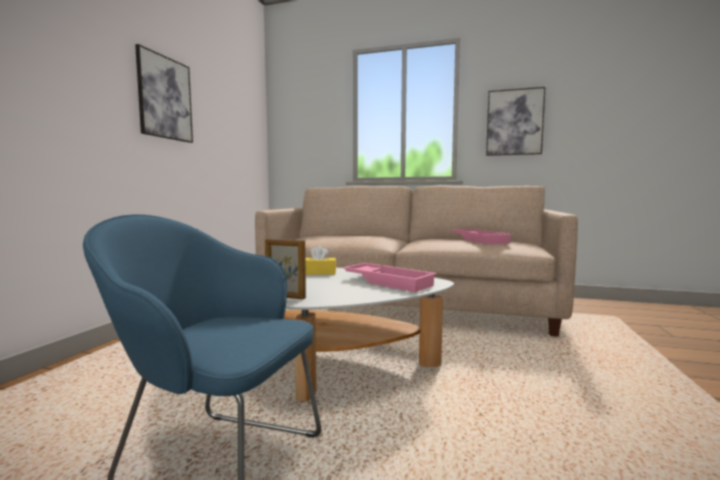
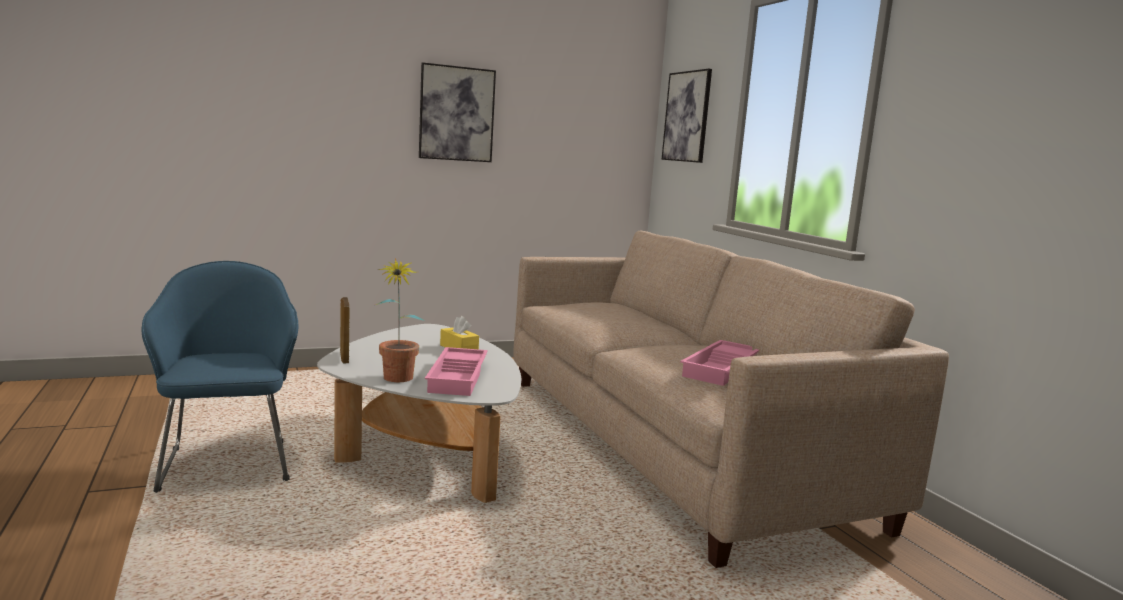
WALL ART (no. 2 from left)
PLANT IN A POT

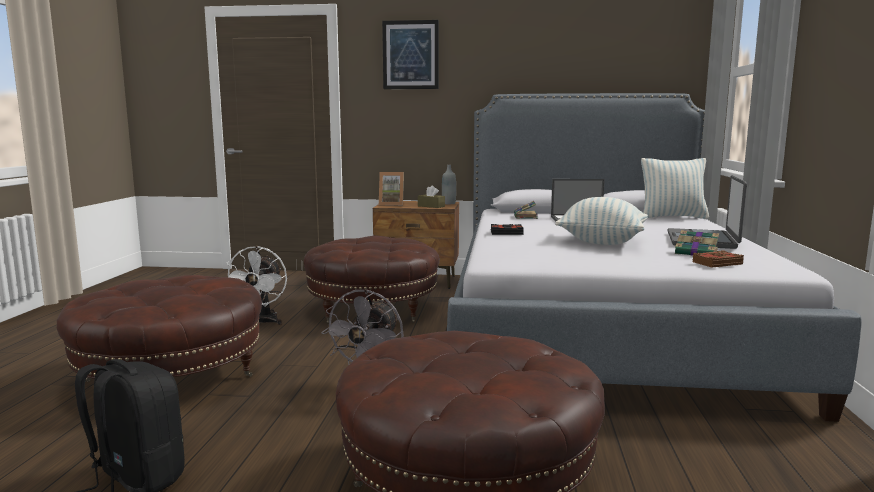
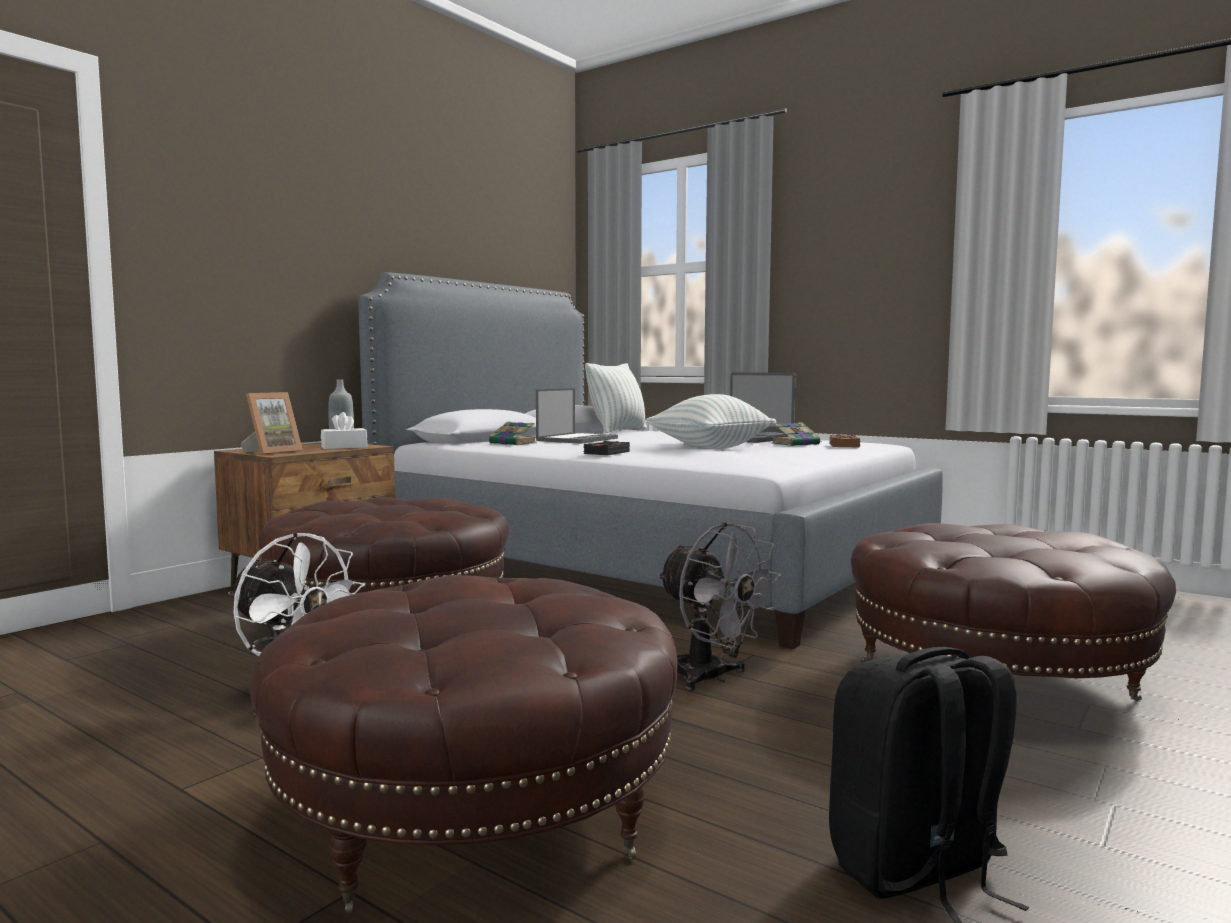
WALL ART
WHITE-COLOURED BOX OF TISSUES

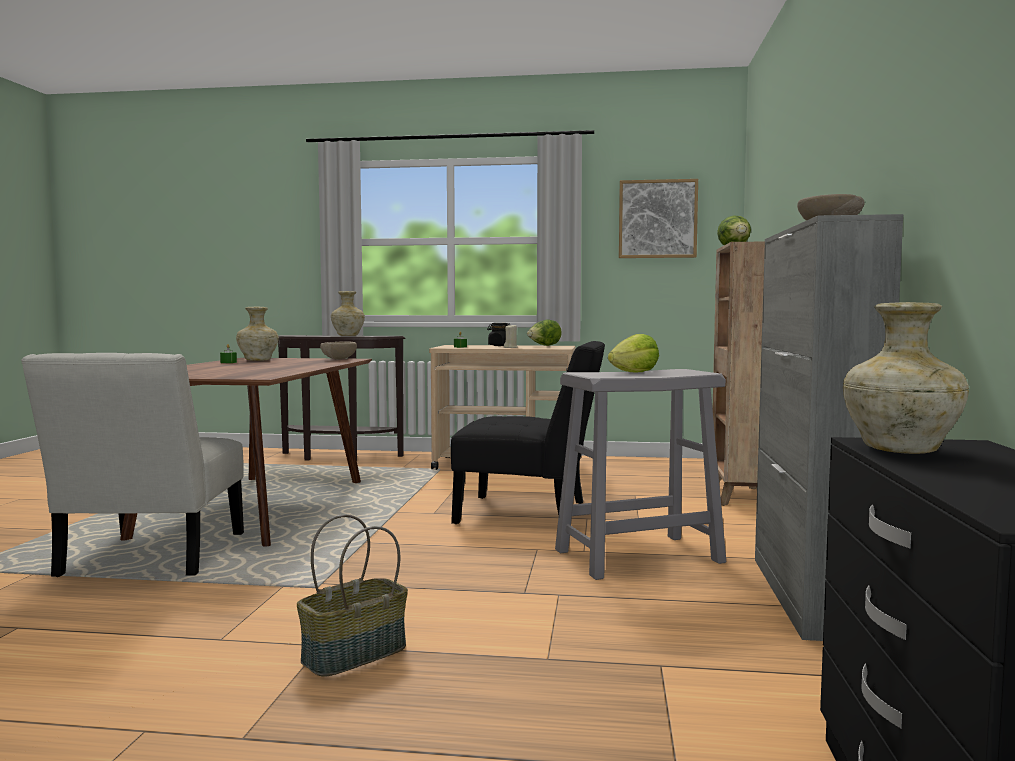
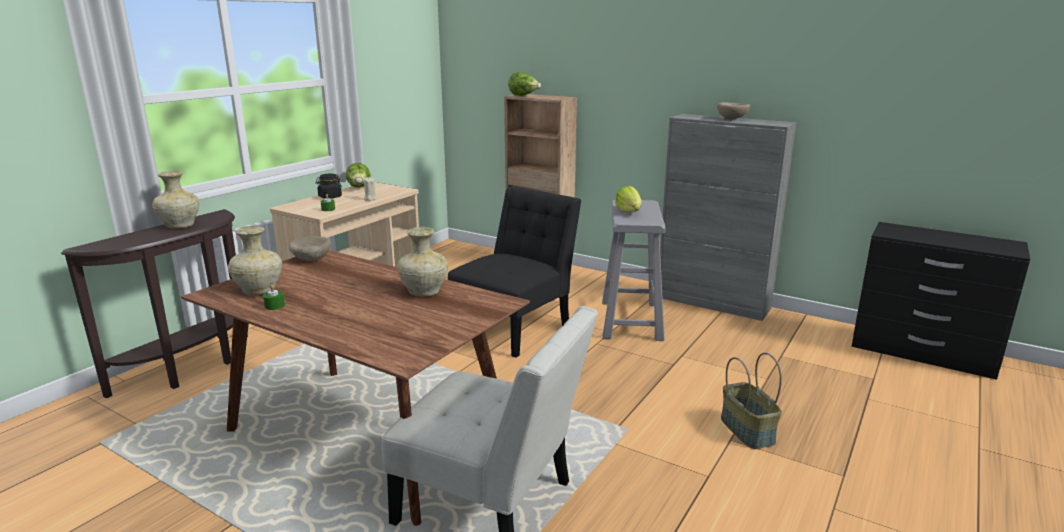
WALL ART
BEIGE-COLOURED DECORATIVE VASE (no. 3 from left)

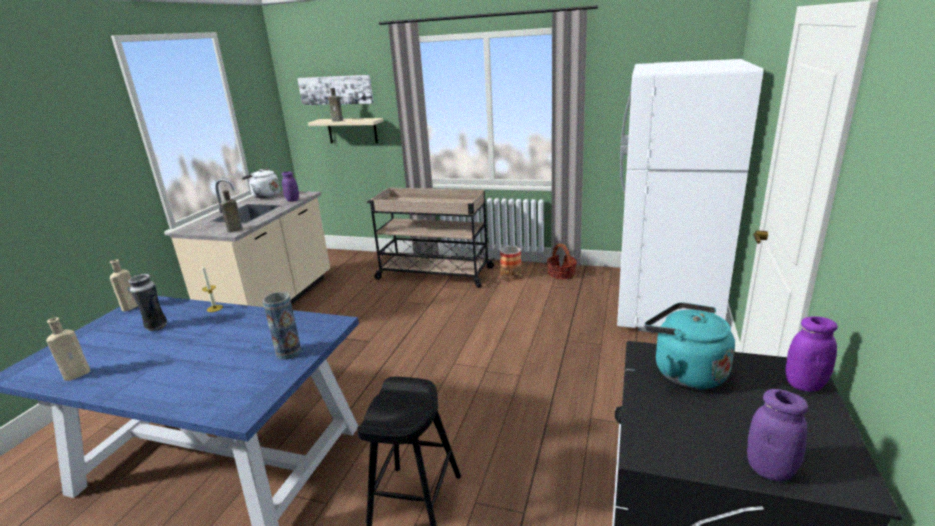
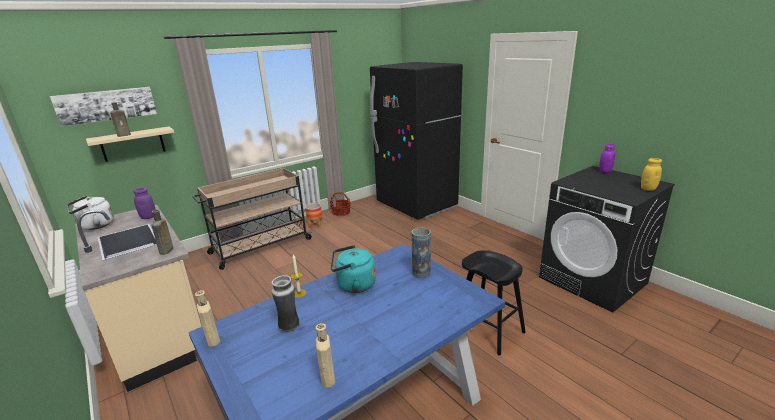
BLACKISH FRIDGE
TURQUOISE-COLOURED KETTLE
YELLOW JAR

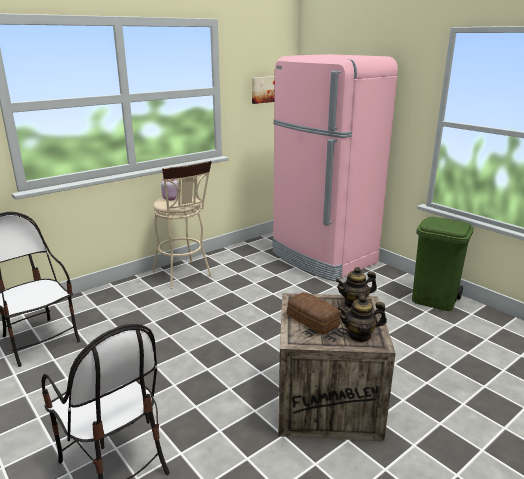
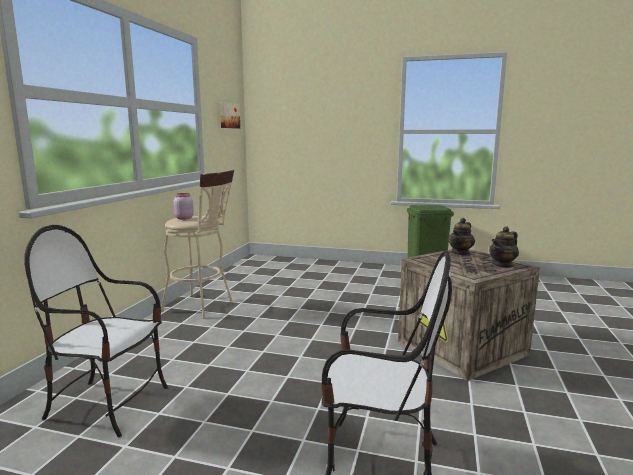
PINK FRIDGE
BREAD

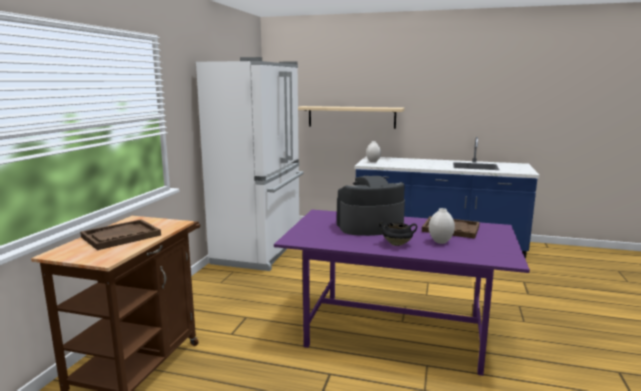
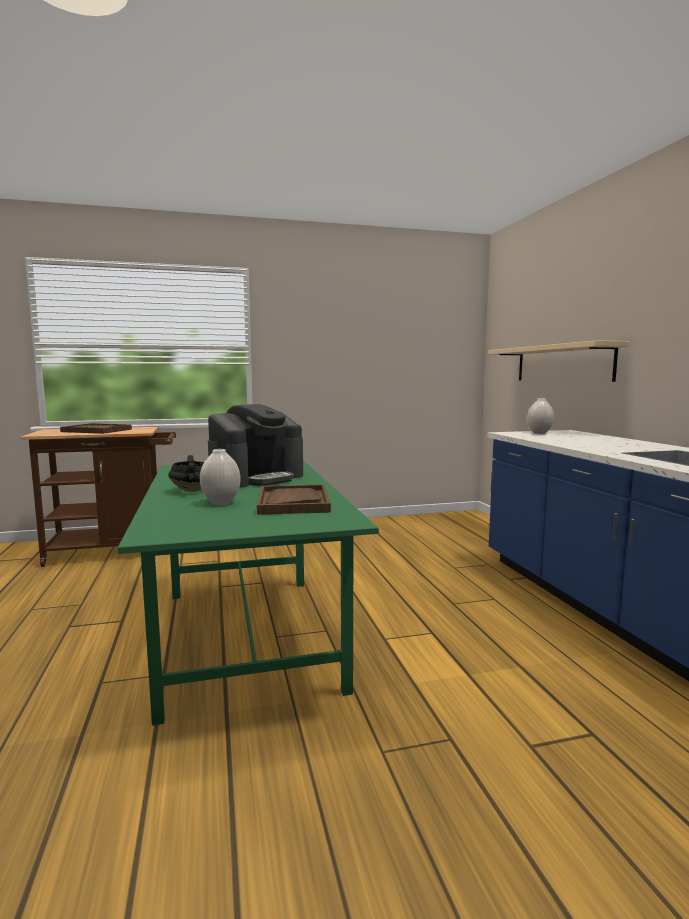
WHITE-COLOURED FRIDGE
COFFEE BREWER
GREEN-COLOURED KITCHEN TABLE

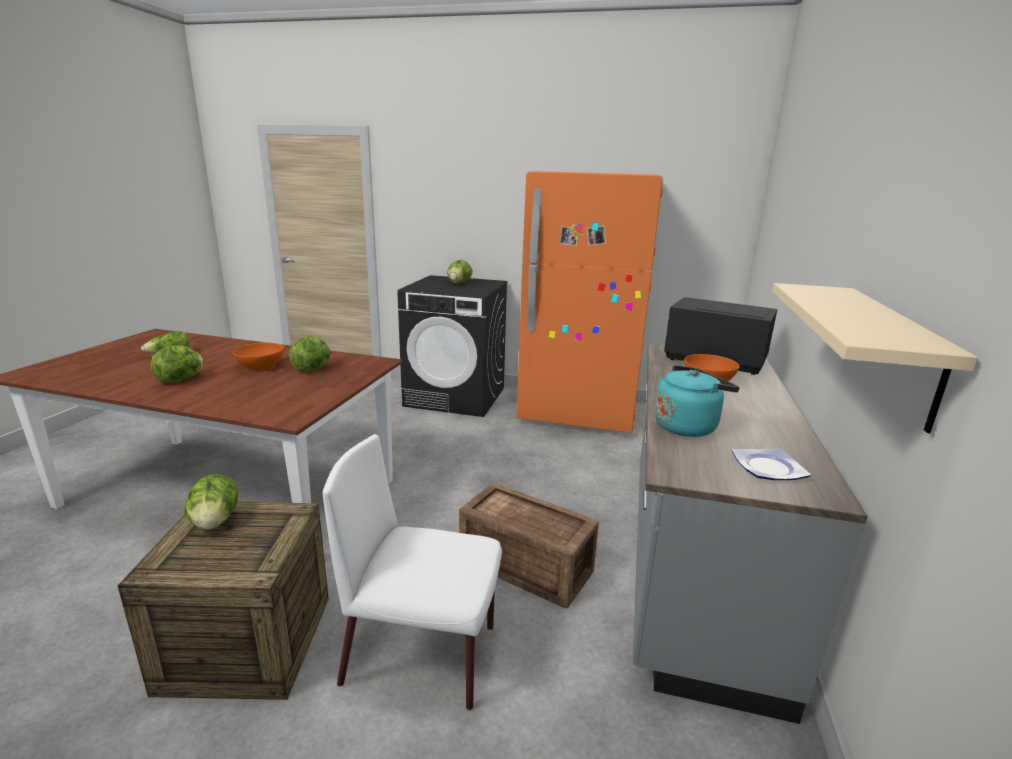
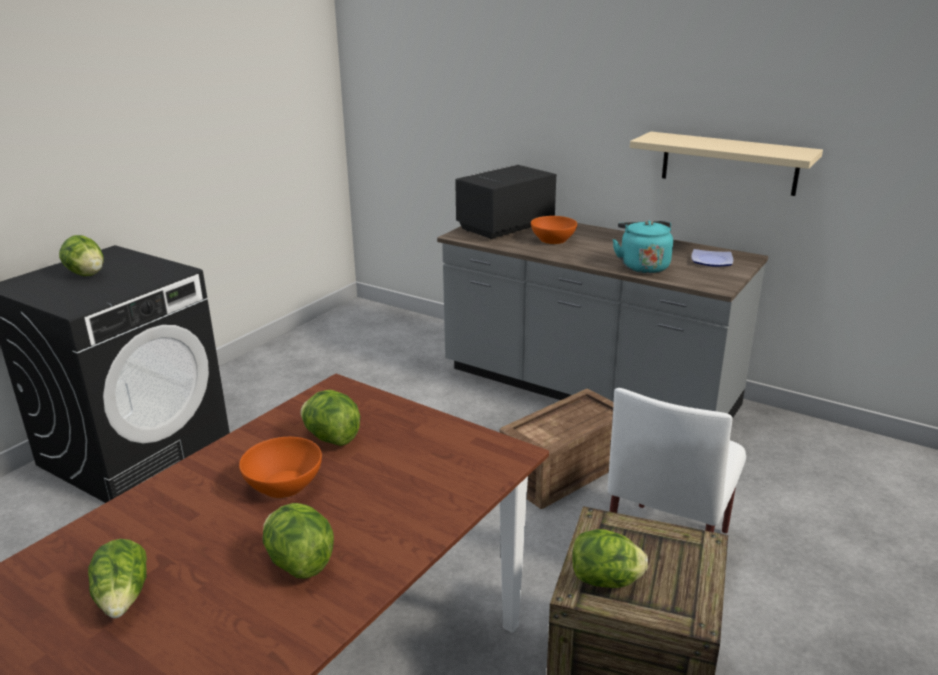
ORANGEY FRIDGE

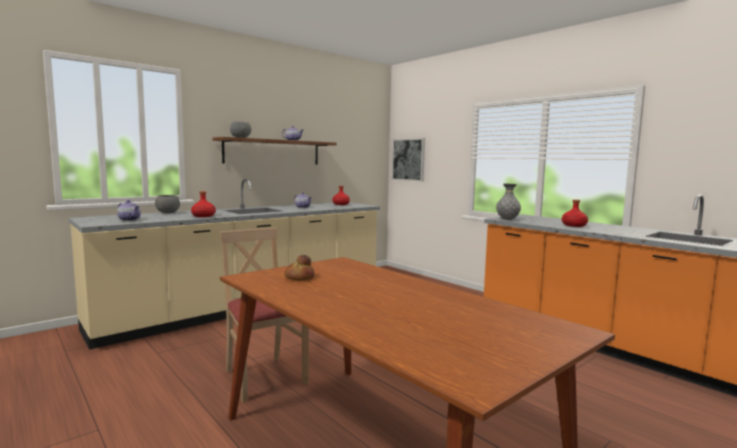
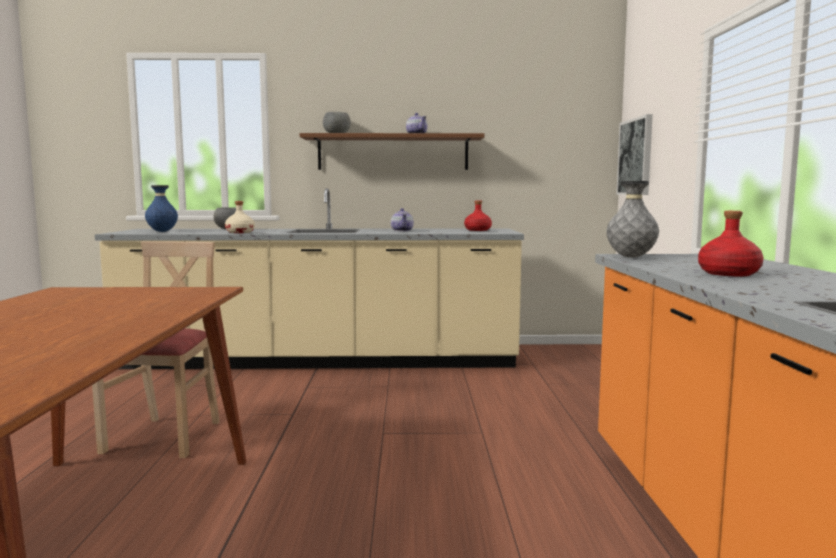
BEIGE-COLOURED DRINK BOTTLE
BLUE-COLOURED DECORATIVE VASE
BREAD

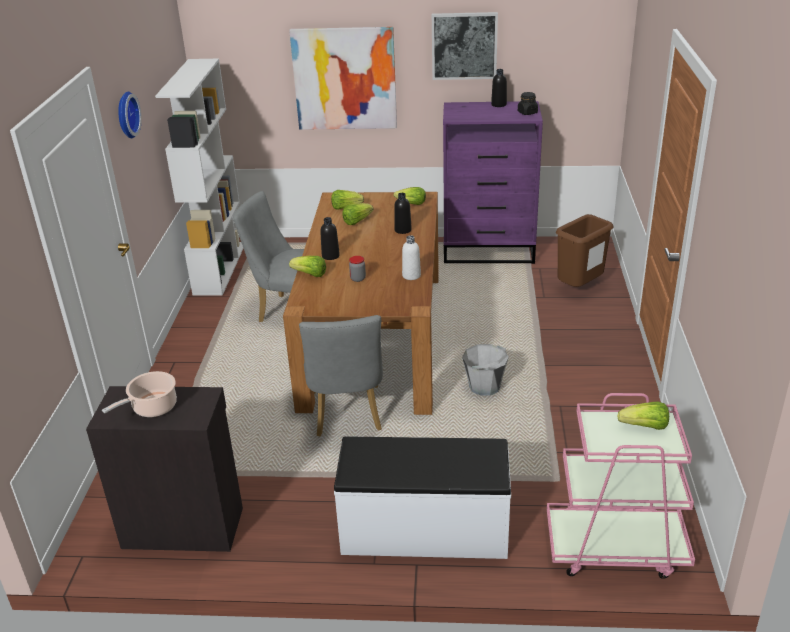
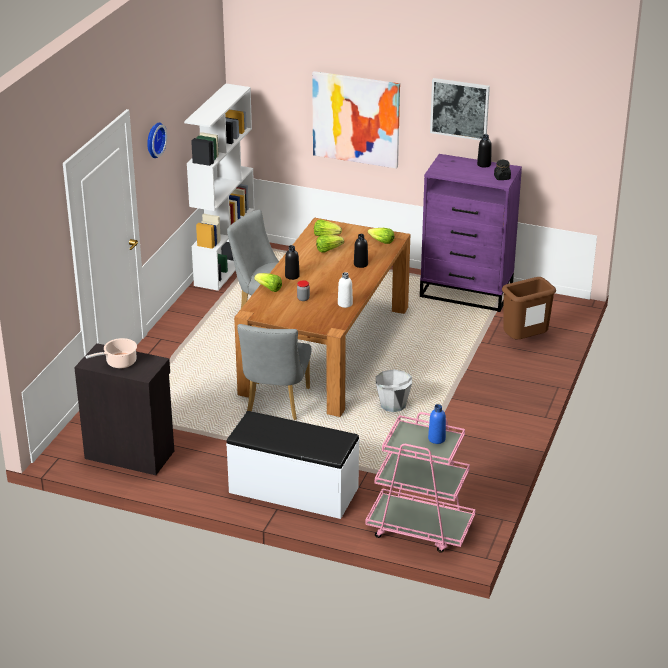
BLUE-COLOURED DRINK BOTTLE

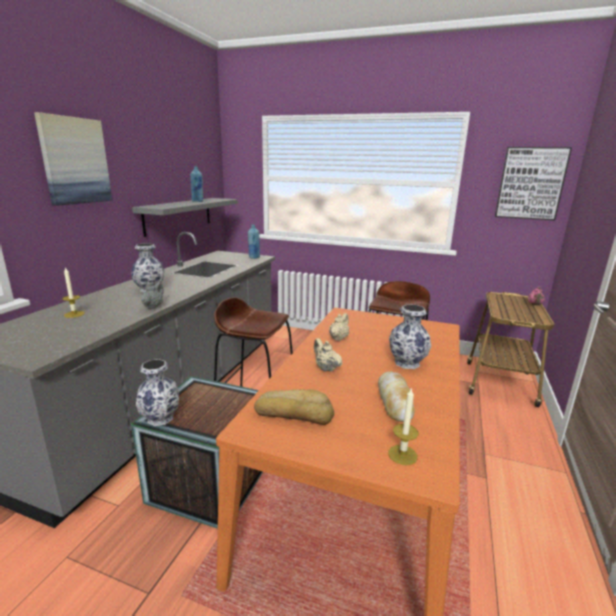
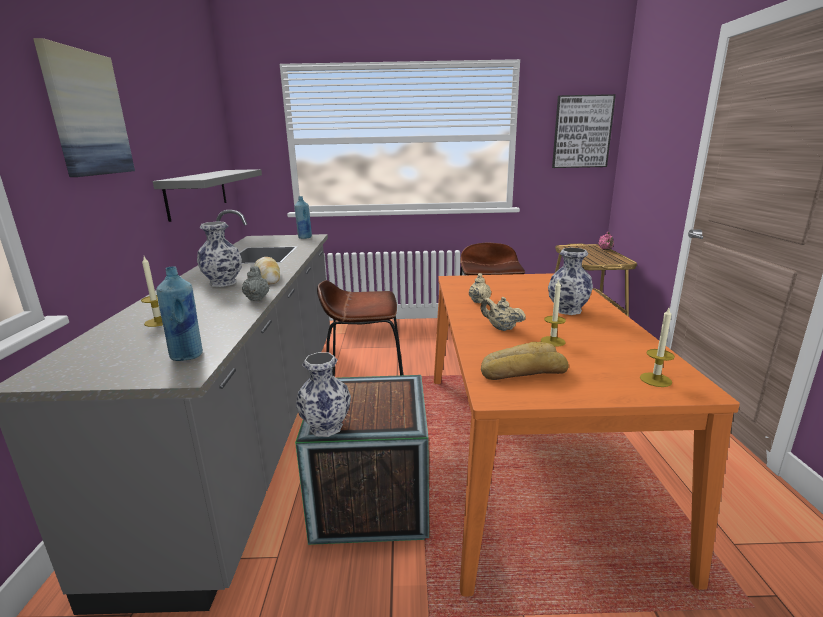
BLUE-COLOURED DRINK BOTTLE (no. 1 from left)
BREAD (no. 1 from left)
WAX CANDLE (no. 2 from left)

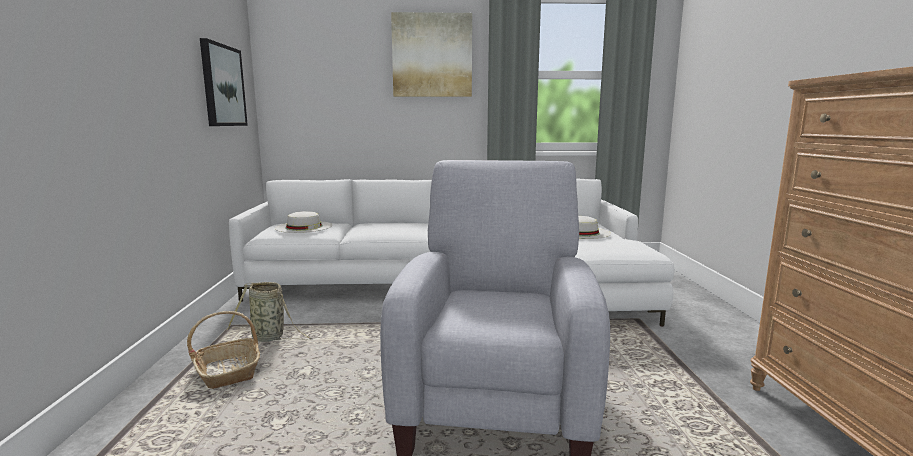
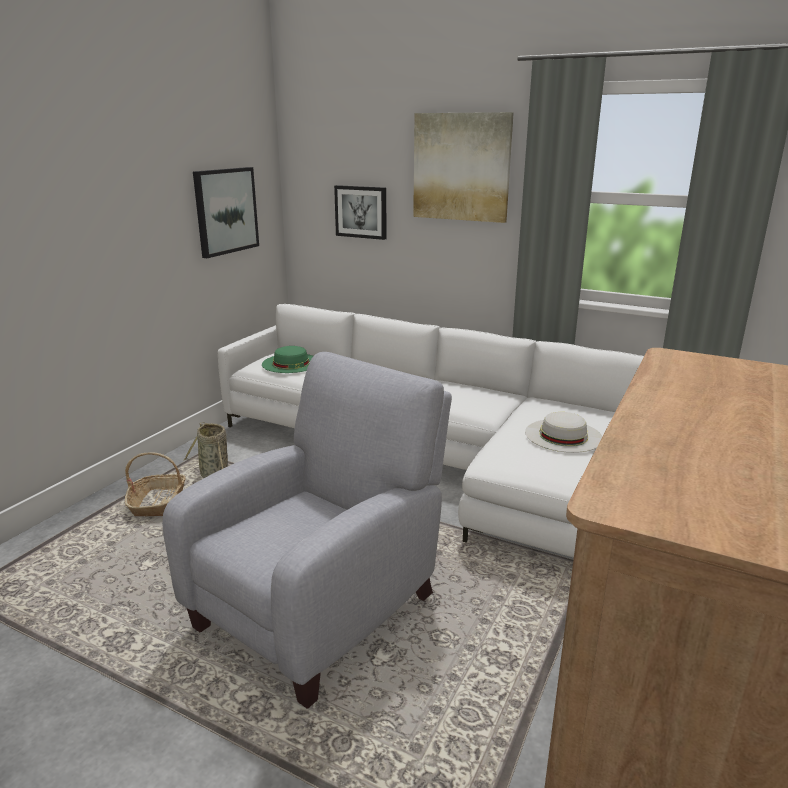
GREEN-COLOURED WEARABLE HAT
WALL ART (no. 2 from left)

